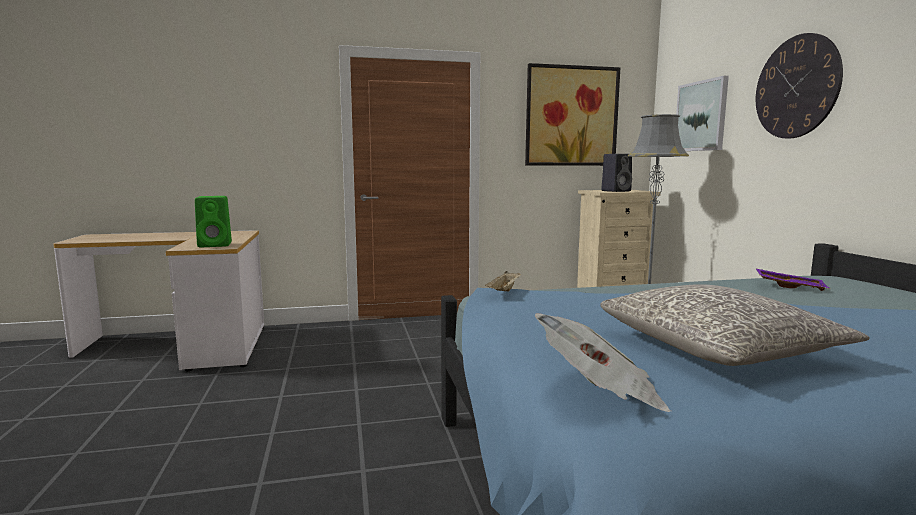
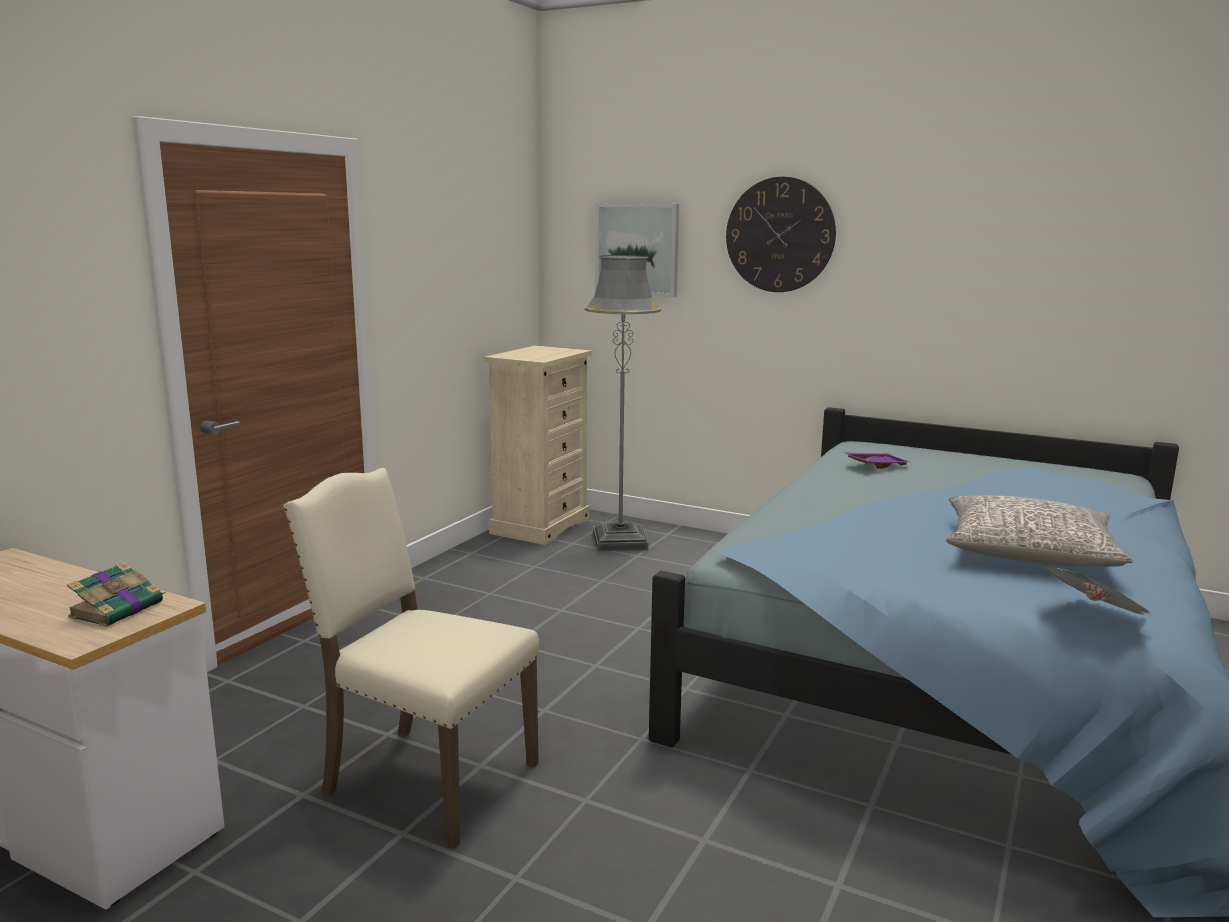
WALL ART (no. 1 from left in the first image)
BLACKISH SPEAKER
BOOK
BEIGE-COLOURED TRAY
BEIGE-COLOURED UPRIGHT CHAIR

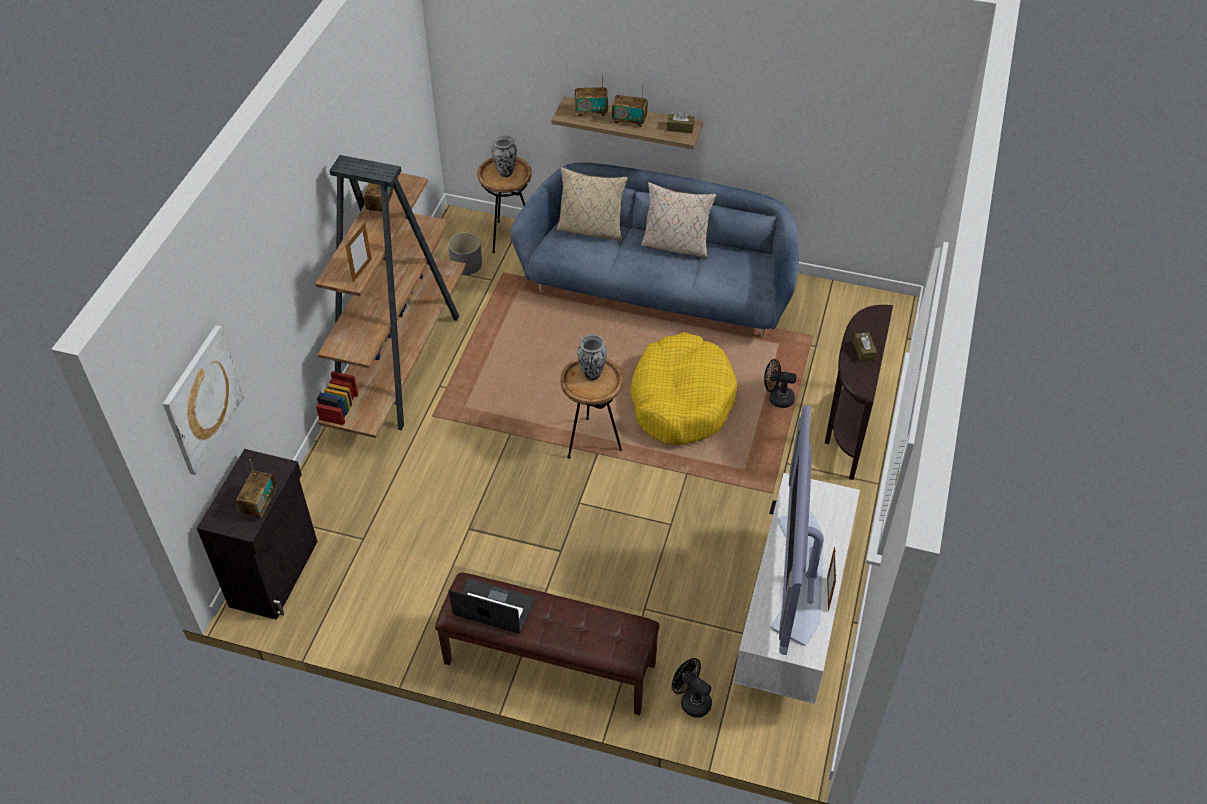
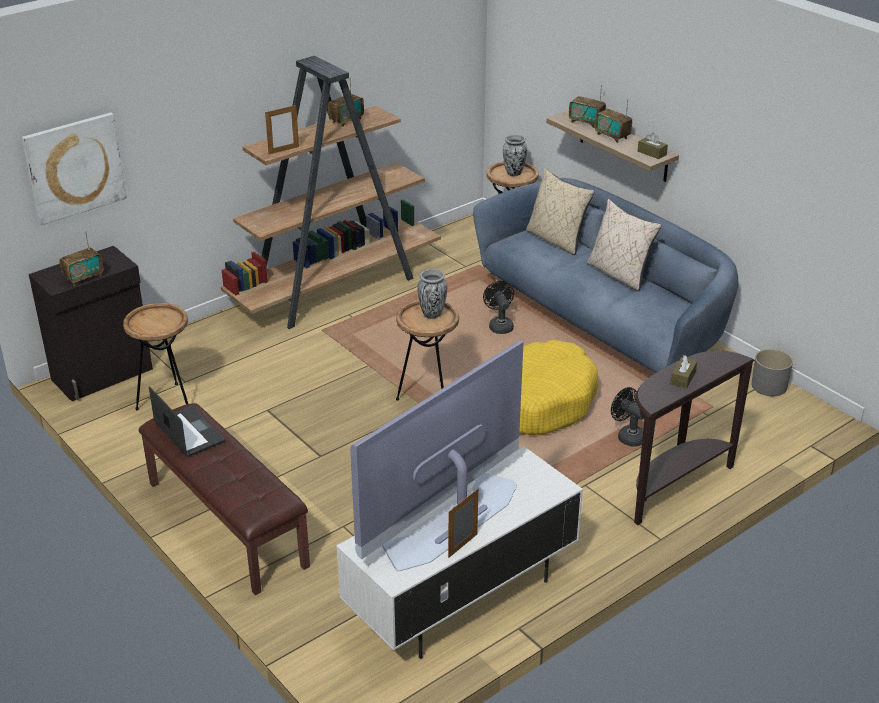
GREYISH PLANTER
BLACKISH FAN (no. 1 from left)
BROWNISH END TABLE (no. 1 from left)

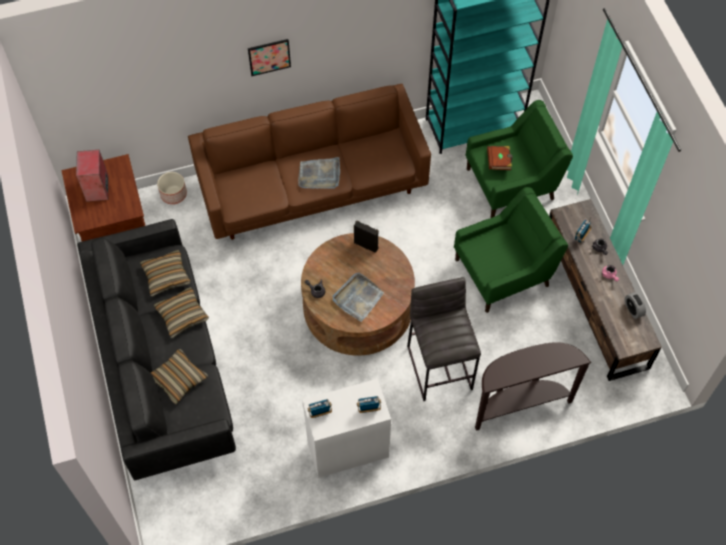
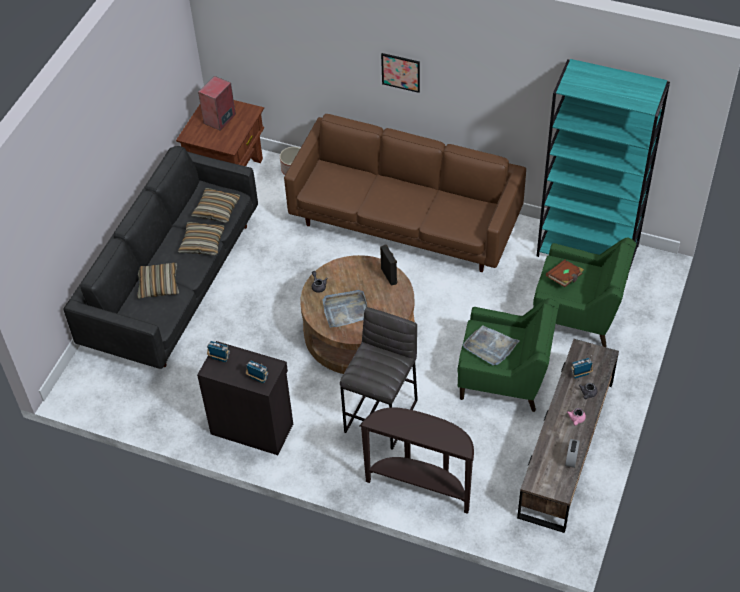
GREYISH TRAY (no. 2 from left)
BLACKISH CABINET

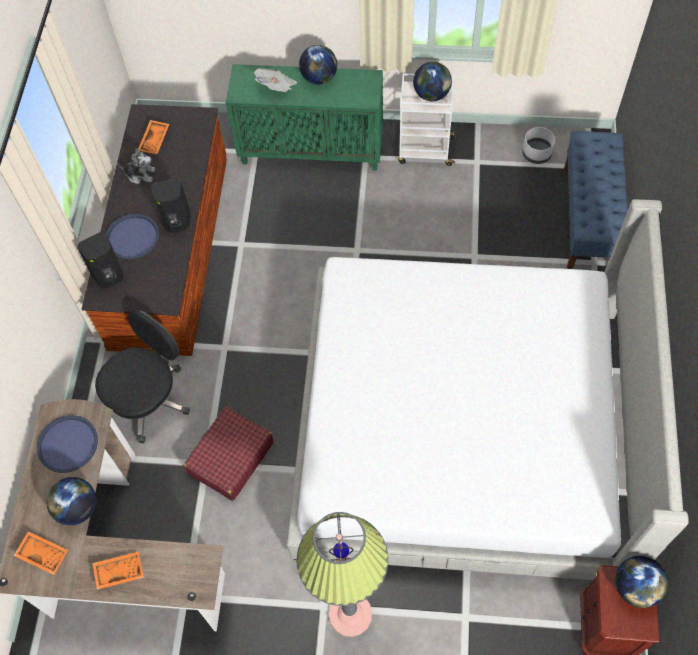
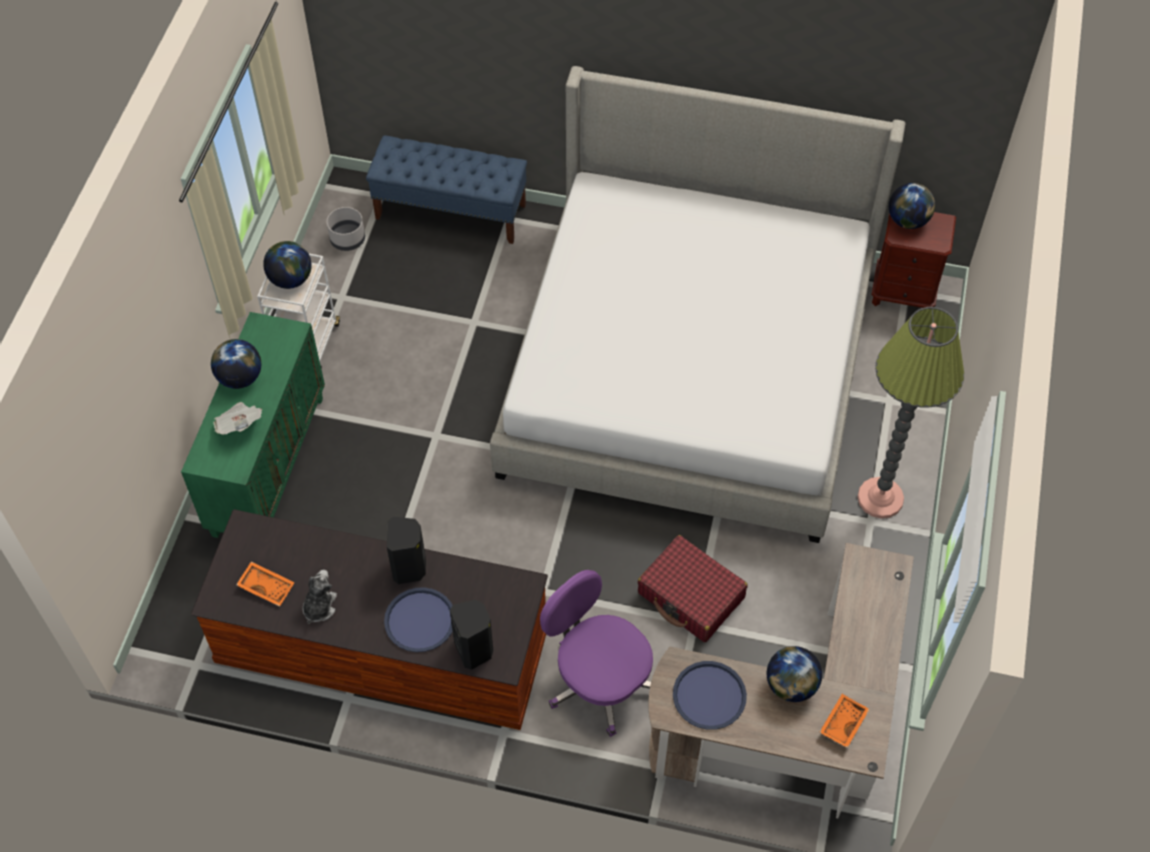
PURPLE-COLOURED OFFICE CHAIR
ORANGEY TRAY (no. 2 from left in the first image)

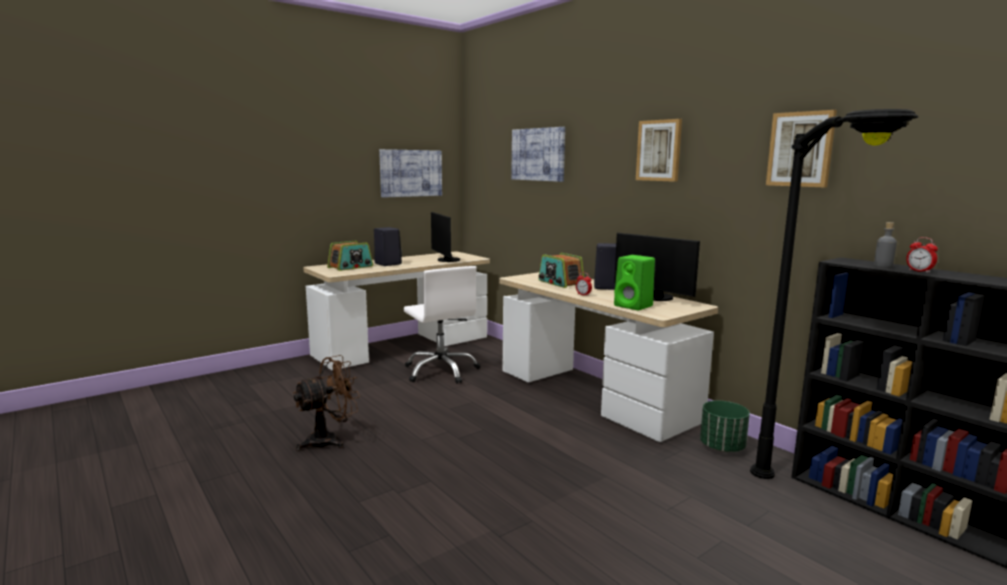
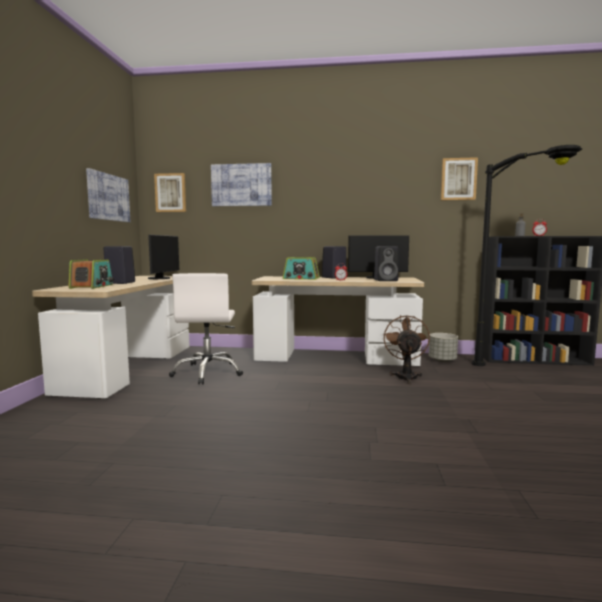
WALL ART (no. 2 from left)
MONITOR (no. 1 from left)
BLACKISH SPEAKER (no. 3 from left)
WHITE-COLOURED OFFICE CHAIR
BROWNISH FAN
GREYISH PLANTER

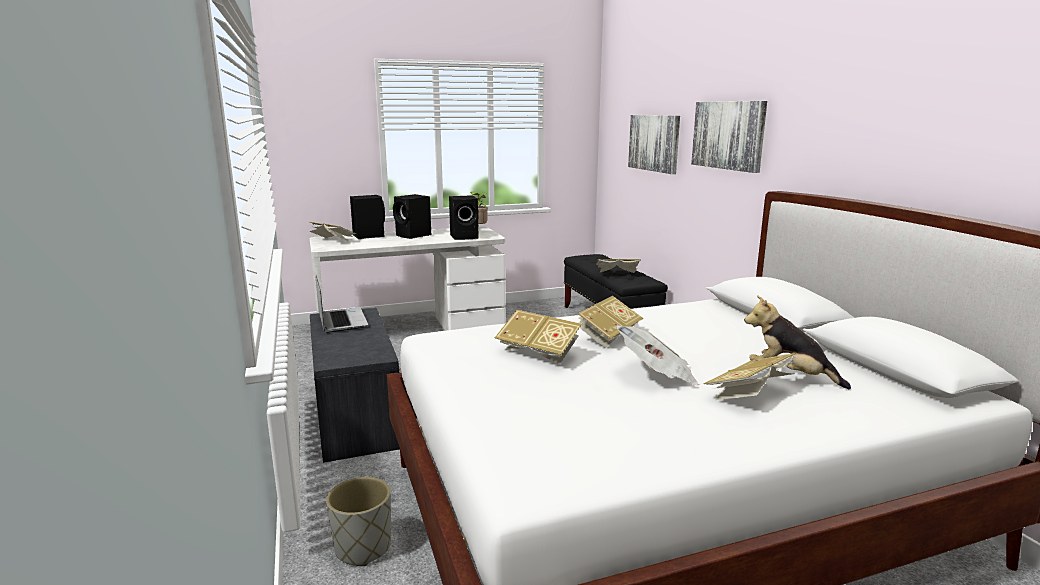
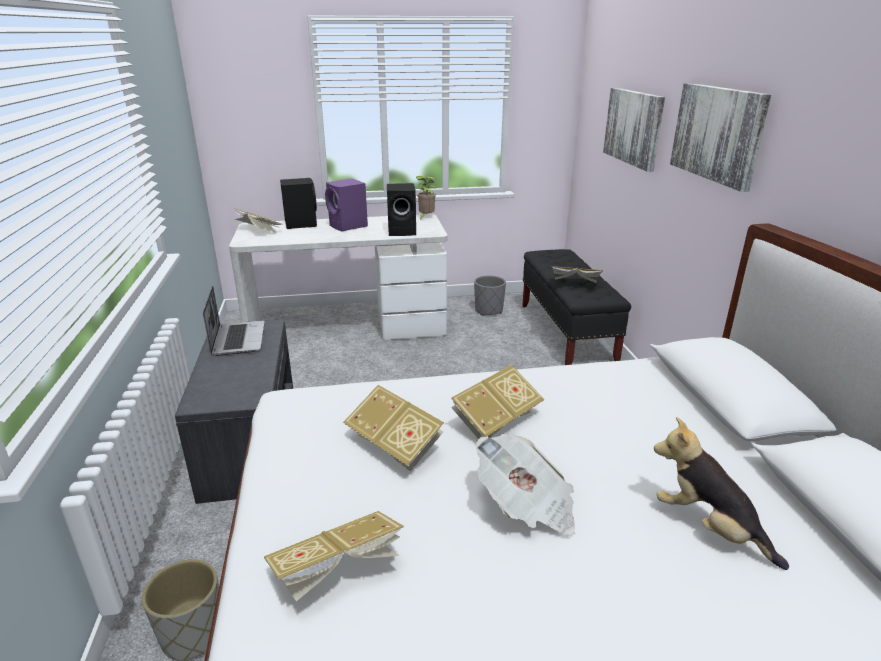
PURPLE-COLOURED SPEAKER
BOOK (no. 2 from left)
GREYISH PLANTER (no. 2 from left)

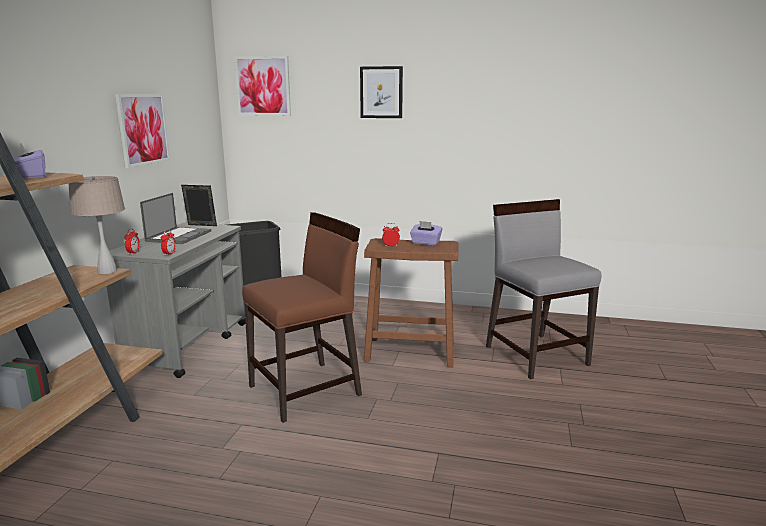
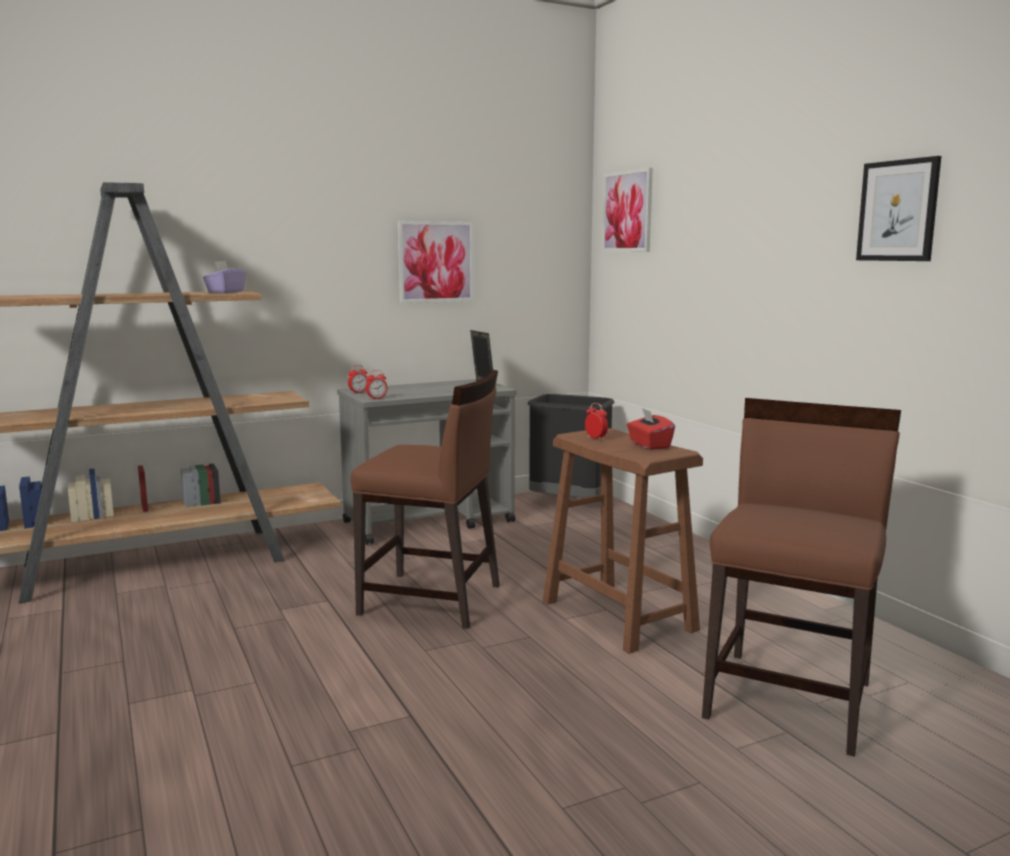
WALL ART (no. 3 from left)
BEIGE-COLOURED LAMP FOR A TABLE
LAPTOP
BROWNISH UPRIGHT CHAIR (no. 2 from left)
REDDISH BOX OF TISSUES

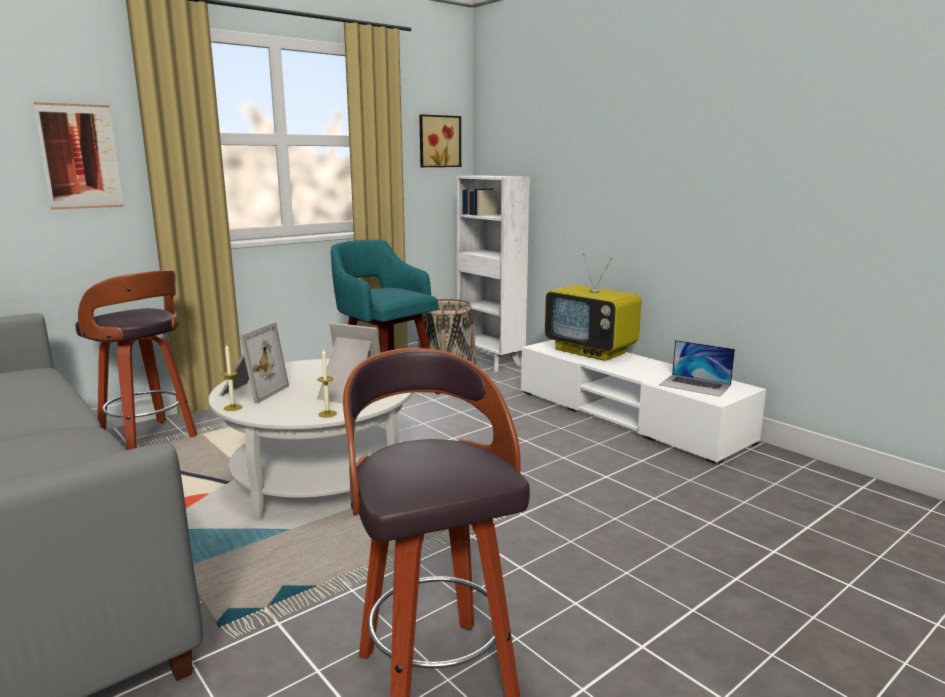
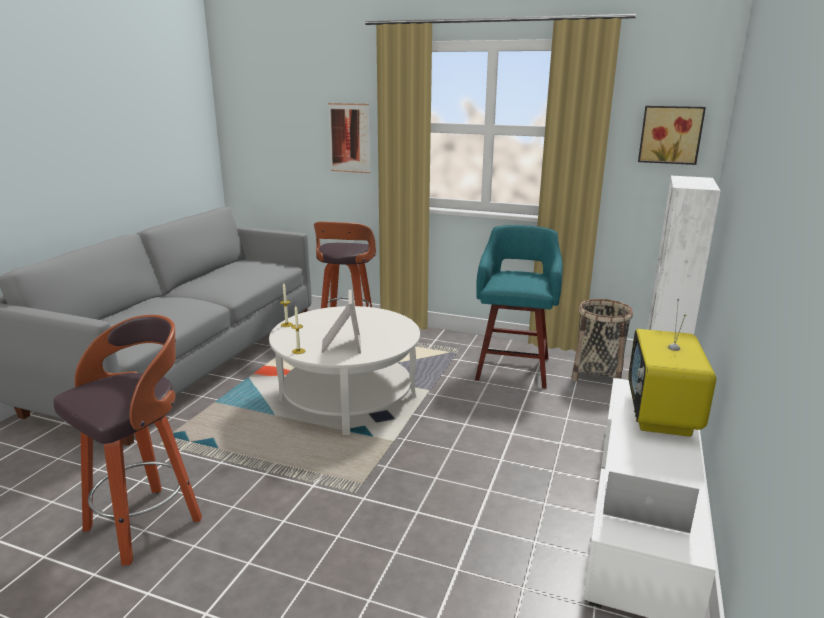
STANDING FRAME (no. 1 from left in the first image)
LAPTOP

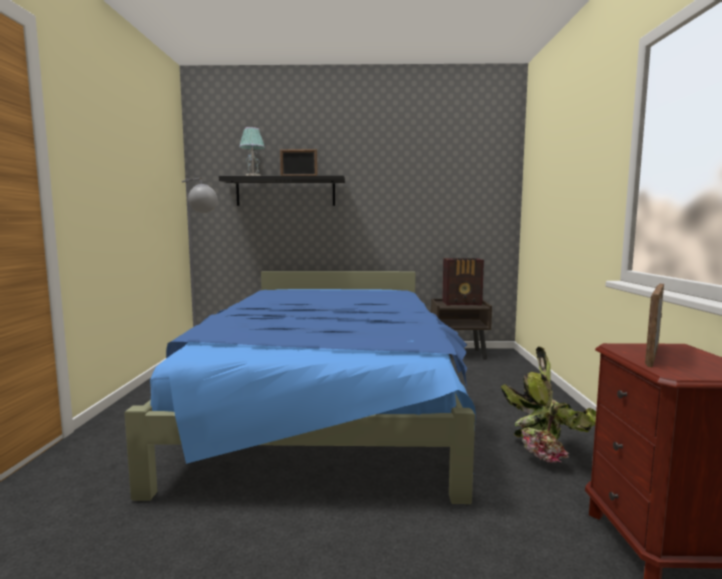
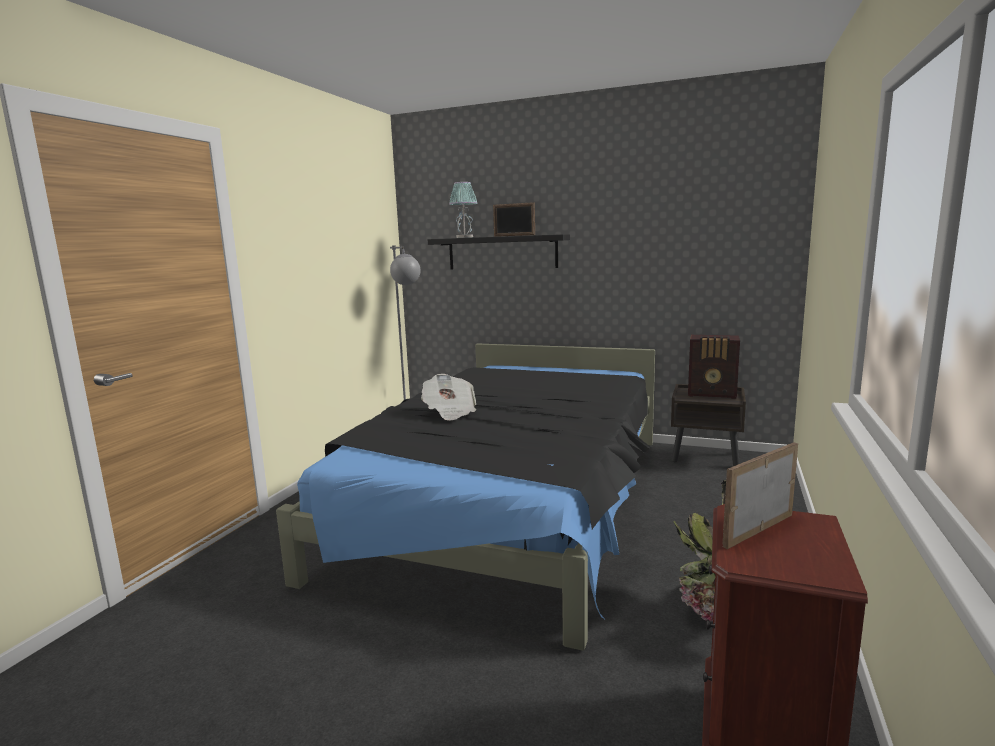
BLACKISH BED
PRINTED PAPER

